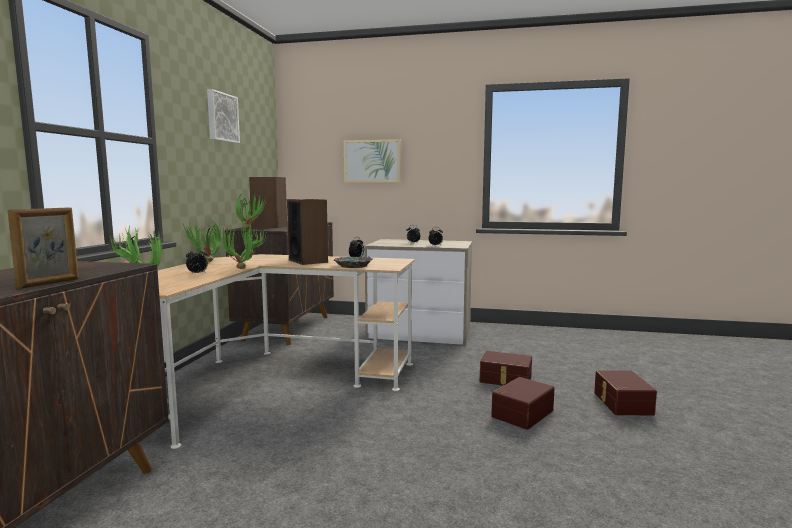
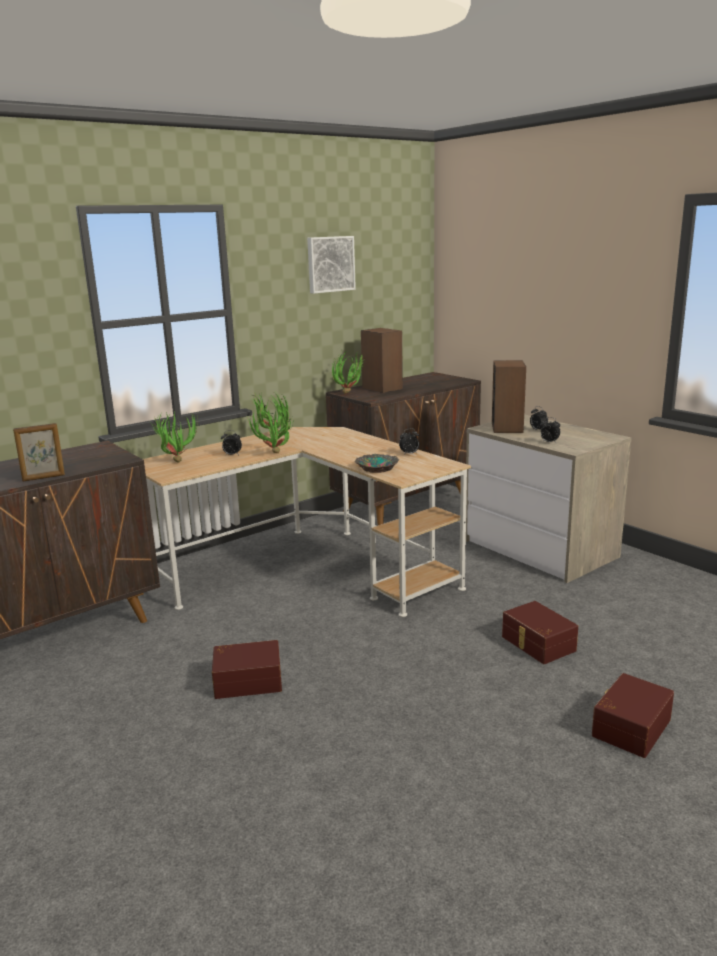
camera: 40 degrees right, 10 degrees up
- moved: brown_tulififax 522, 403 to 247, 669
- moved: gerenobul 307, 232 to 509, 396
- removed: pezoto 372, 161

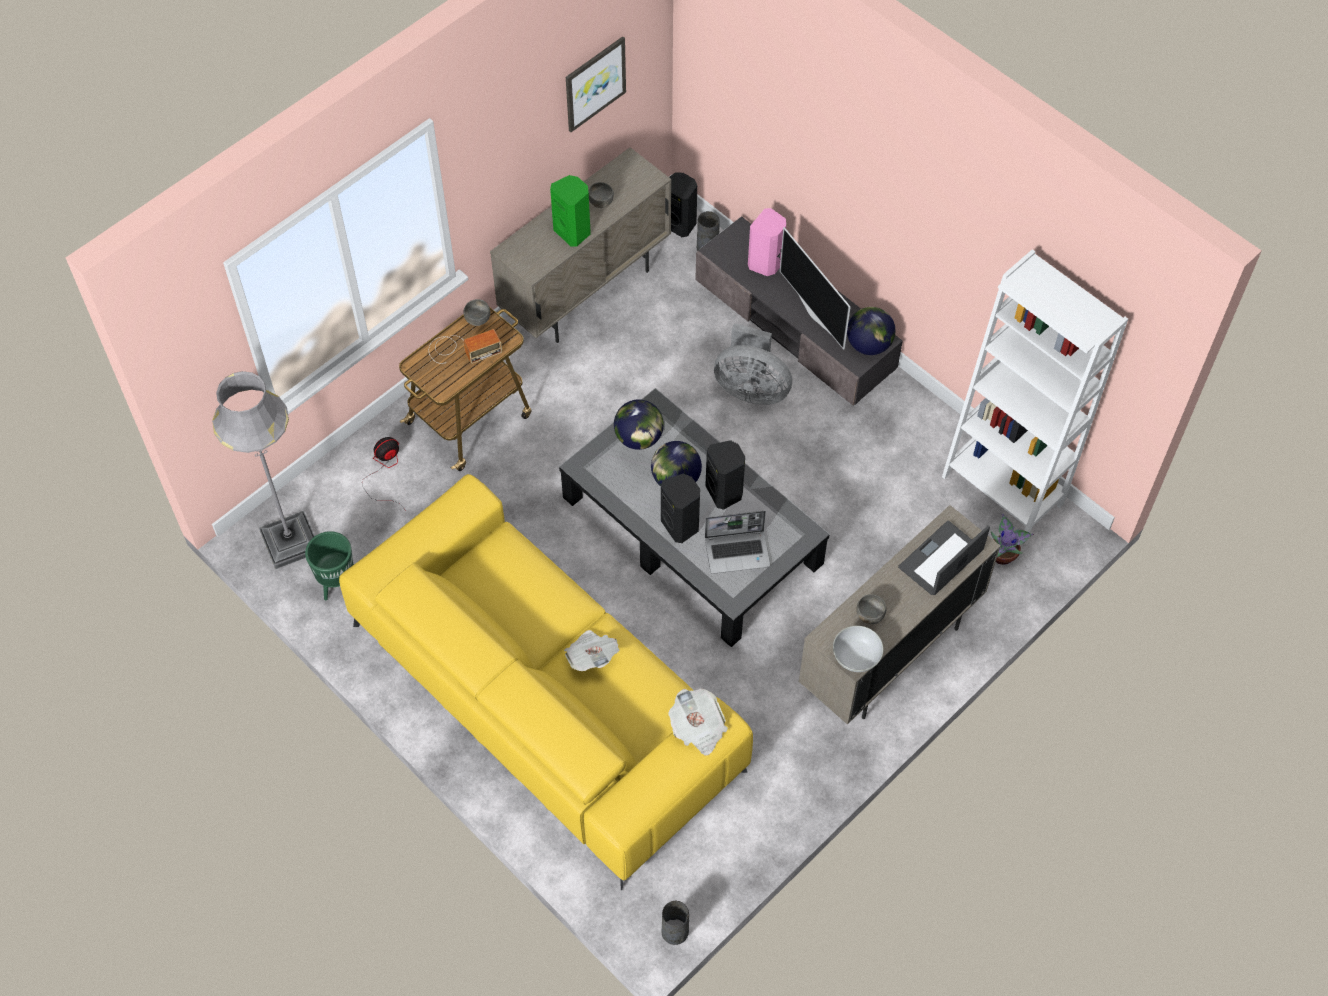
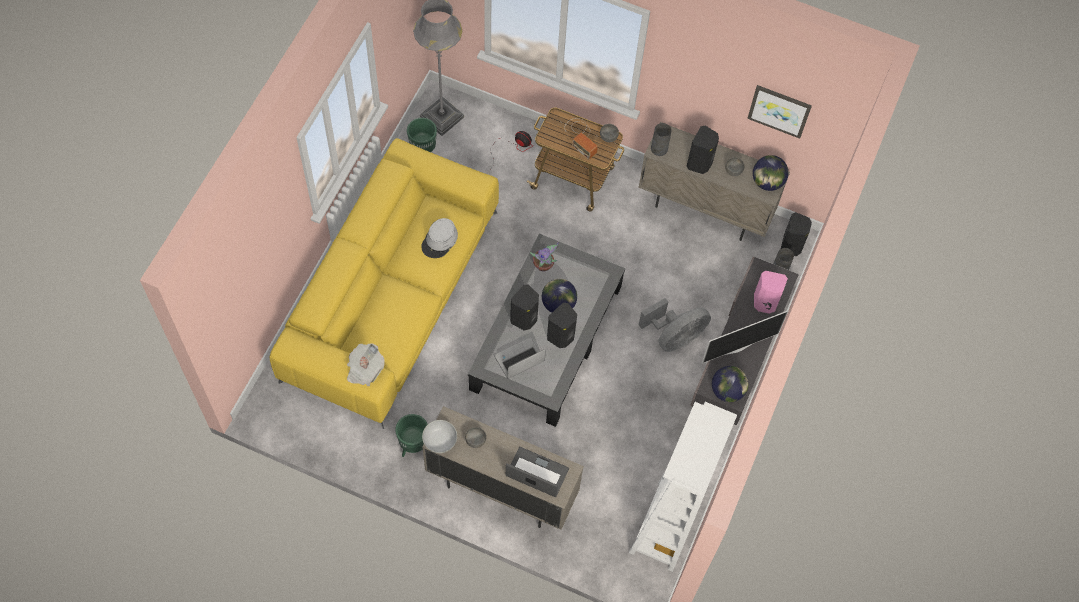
camera: 65 degrees right, 5 degrees up
- added: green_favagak 411, 435
- added: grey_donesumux 439, 238
- turned: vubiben 737, 542 = 520, 358 90 degrees clockwise
- moved: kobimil 1012, 539 to 544, 256
- turned: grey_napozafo 753, 364 = 675, 325 120 degrees counterclockwise
- moved: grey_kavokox 675, 923 to 661, 139
- recoloured: green_gerenobul 570, 210 to black_gerenobul 703, 150
- turned: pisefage 815, 288 = 745, 337 150 degrees counterclockwise
- moved: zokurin 639, 424 to 771, 173
- removed: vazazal 591, 650

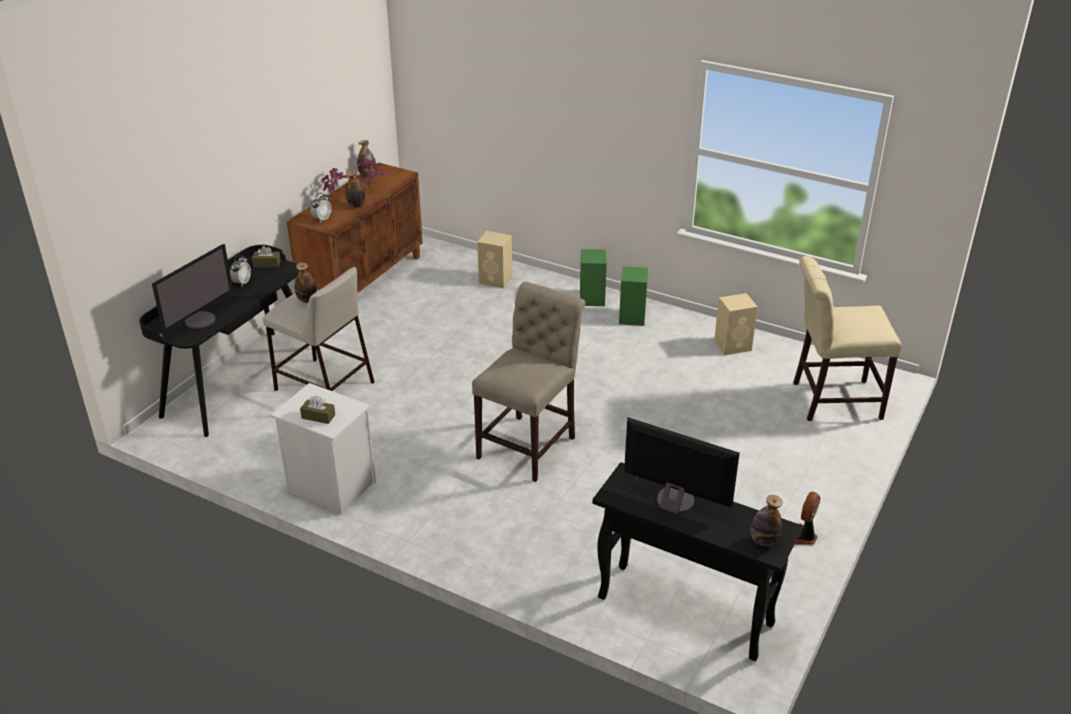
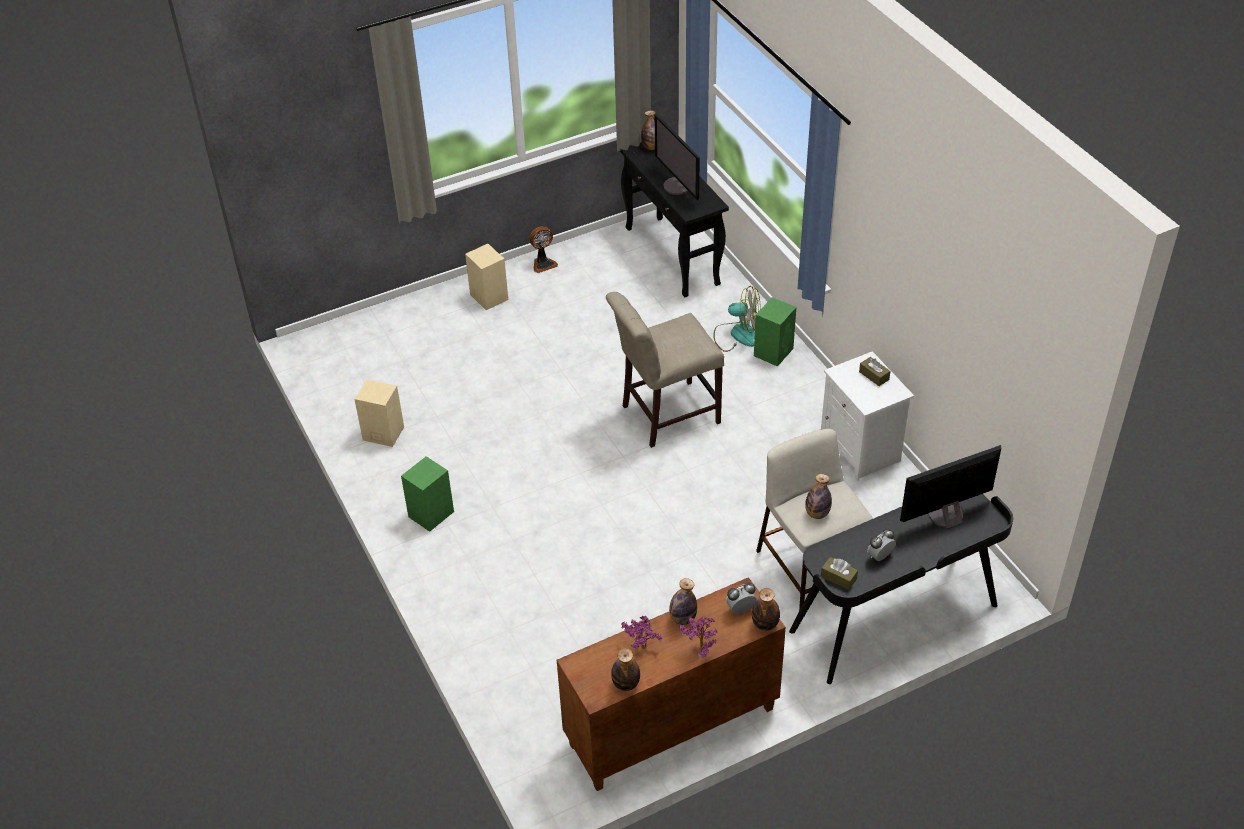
camera: 145 degrees left, 10 degrees up
- moved: beige_gerenobul 494, 260 to 486, 277
- added: napozafo 737, 319
- added: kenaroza 766, 609
- moved: green_gerenobul 593, 277 to 775, 332
- removed: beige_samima 847, 338

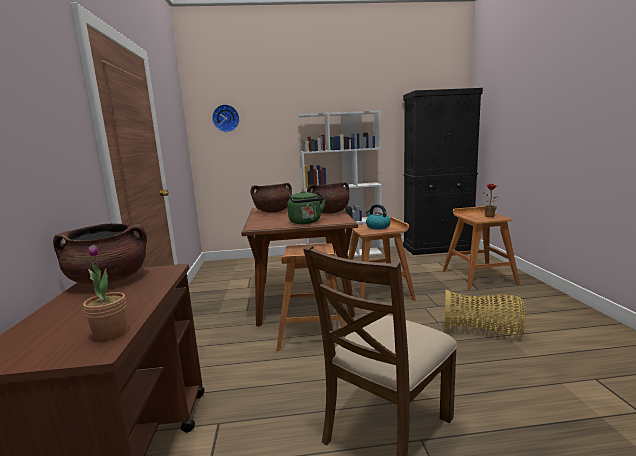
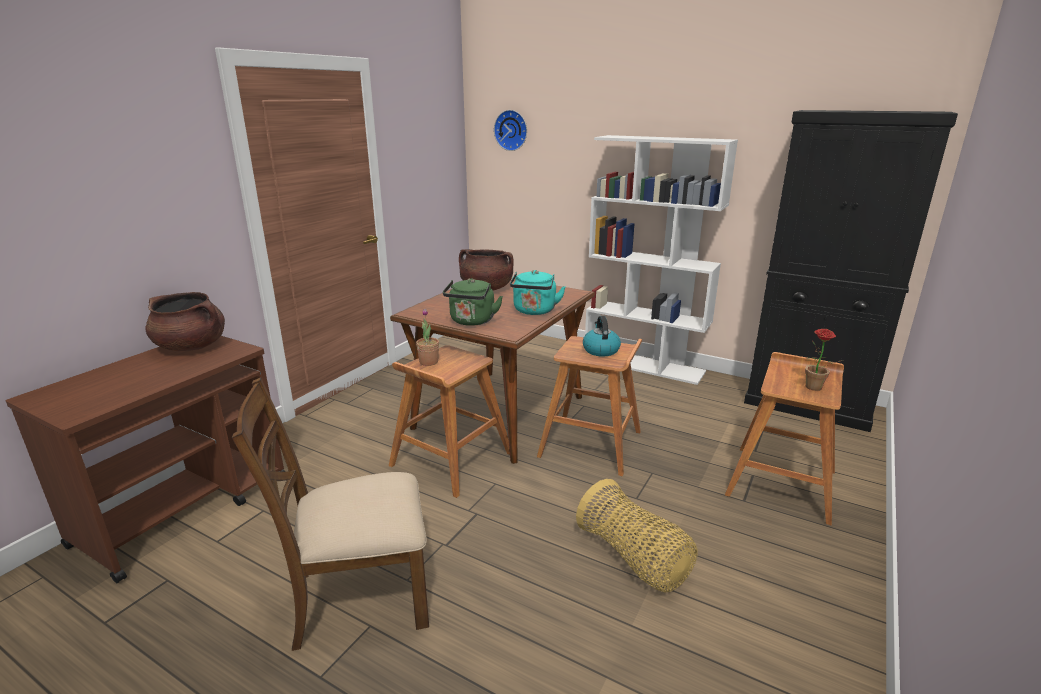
camera: 35 degrees right, 10 degrees up
- moved: kobimil 105, 293 to 427, 337
- replaced: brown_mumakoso 328, 198 to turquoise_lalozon 537, 292

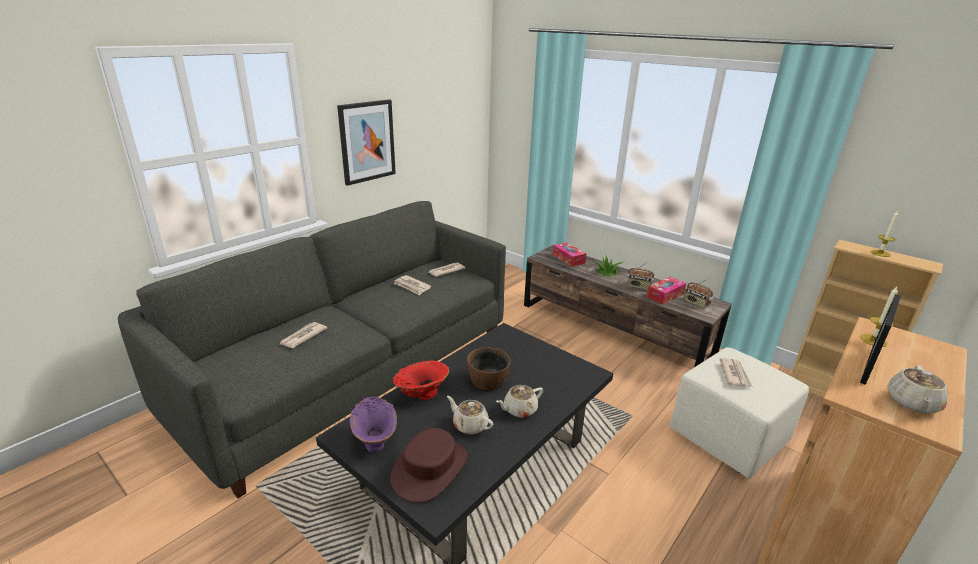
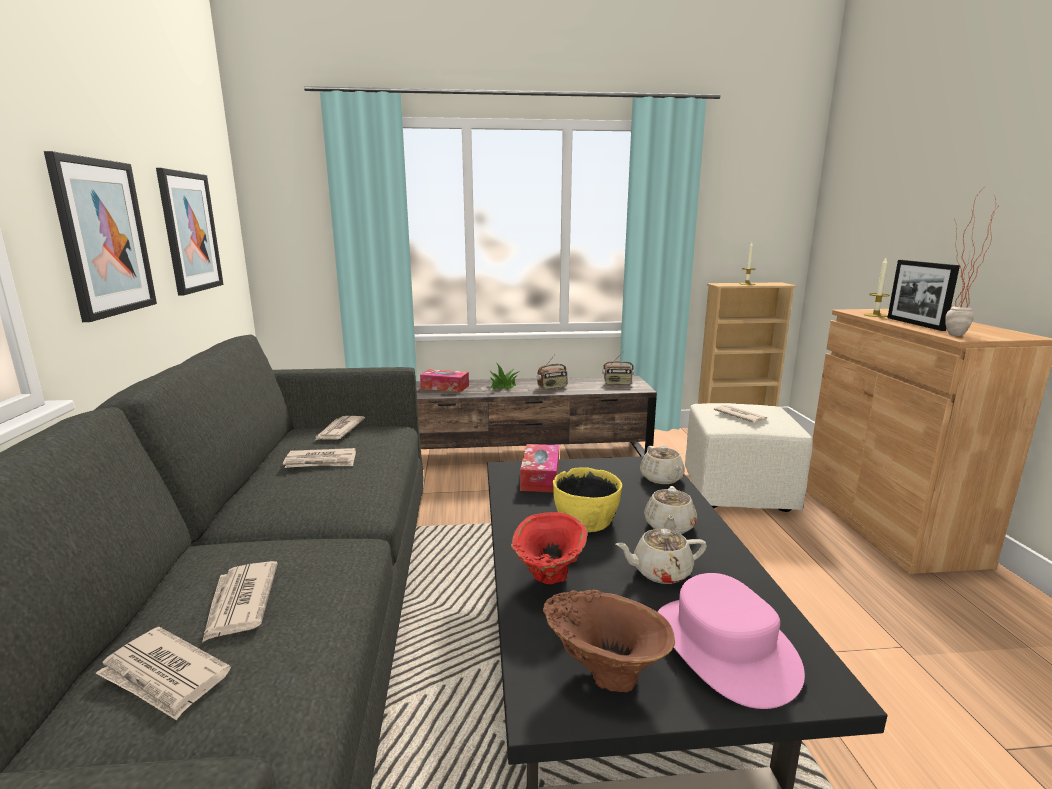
camera: 45 degrees left, 10 degrees down
- added: vazazal 163, 673
- added: pezoto 190, 232
- moved: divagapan 666, 290 to 539, 468
- recoloured: purple_kavokox 373, 425 to brown_kavokox 609, 640
- recoloured: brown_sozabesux 489, 368 to yellow_sozabesux 587, 499
- moved: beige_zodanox 917, 389 to 662, 465
- recoloured: brown_donesumux 429, 465 to pink_donesumux 731, 641
- added: kobimil 971, 264

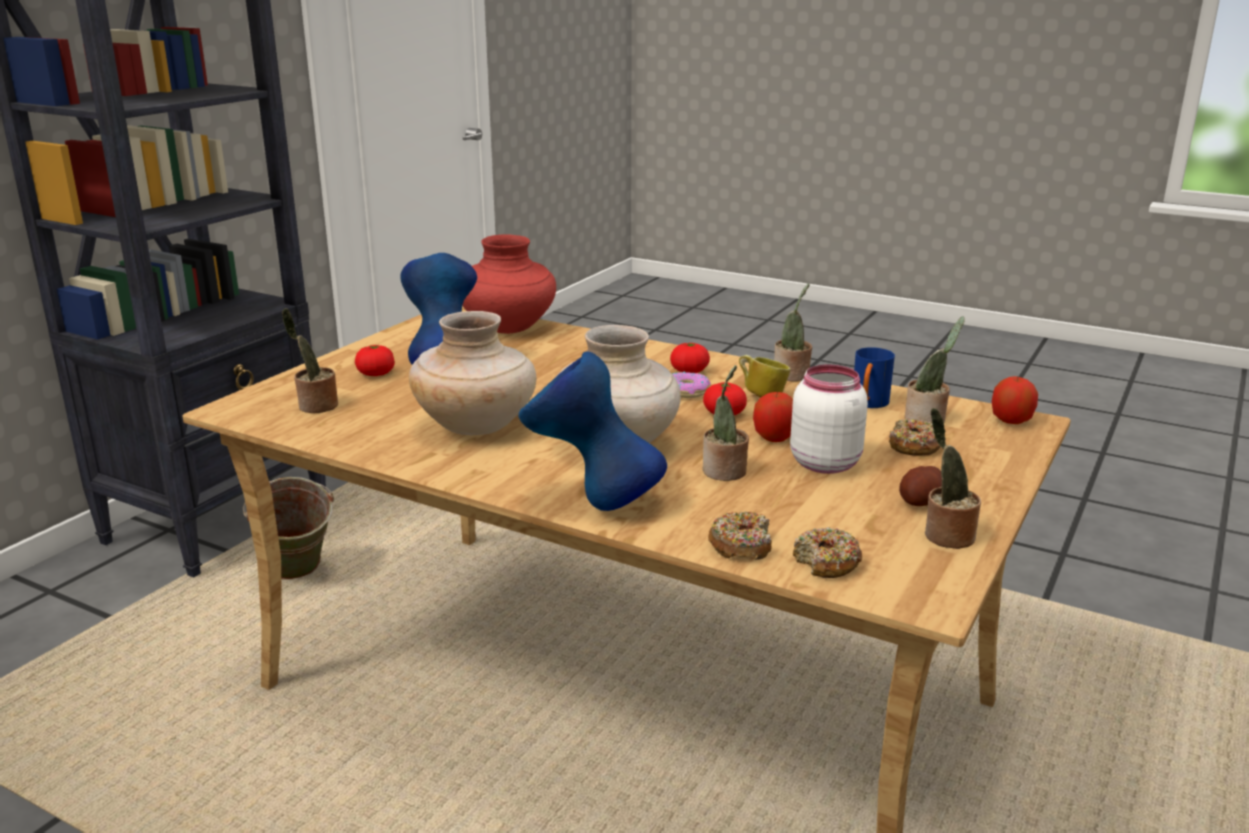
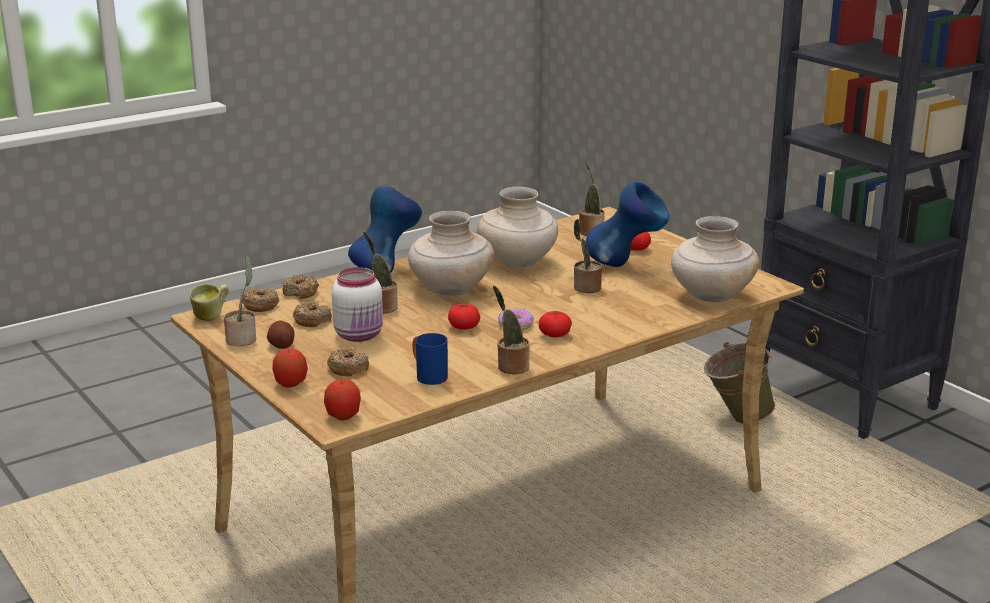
camera: 115 degrees right, 0 degrees up
- moved: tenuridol 765, 376 to 209, 302
- moved: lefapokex 773, 416 to 290, 368
- added: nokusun 312, 313
- moved: kobimil 935, 369 to 587, 256
- recoloured: red_kavokox 509, 284 to beige_kavokox 715, 259

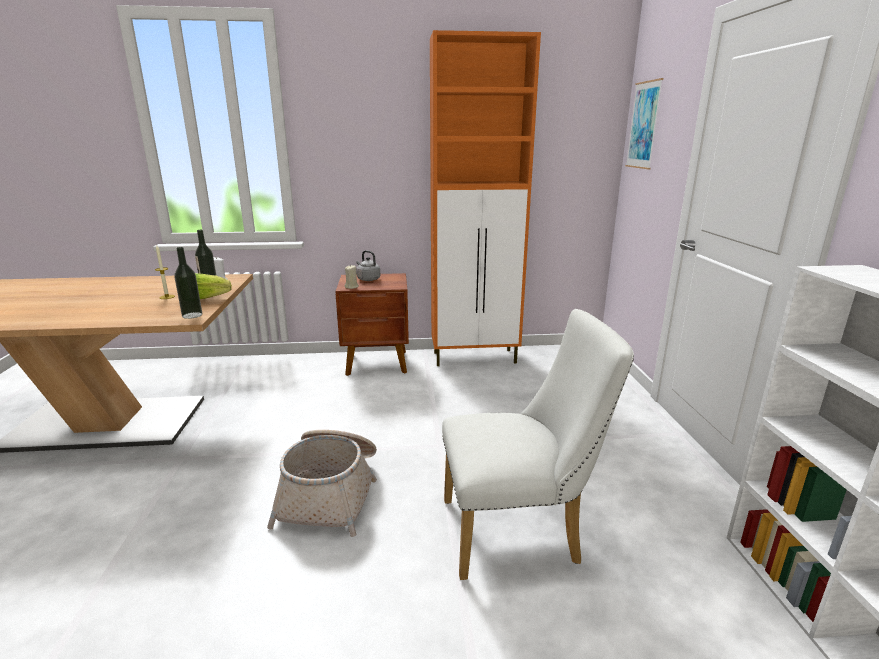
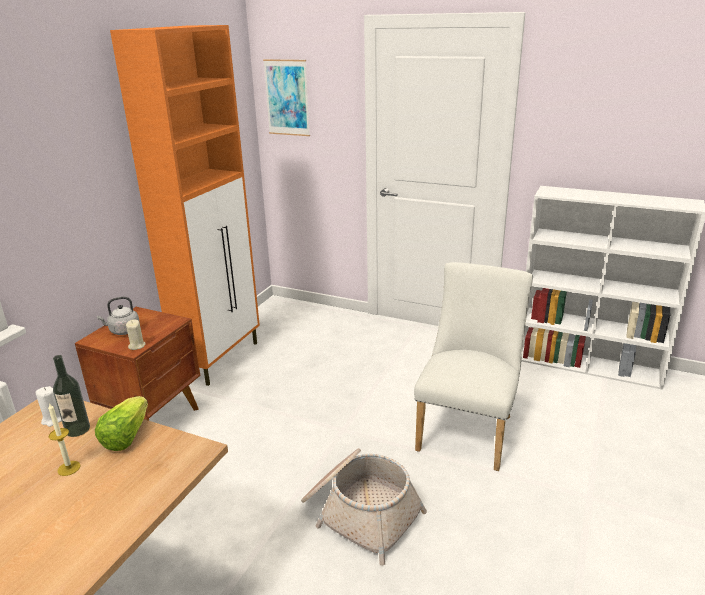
camera: 60 degrees left, 5 degrees up
- removed: kenaroza 188, 283

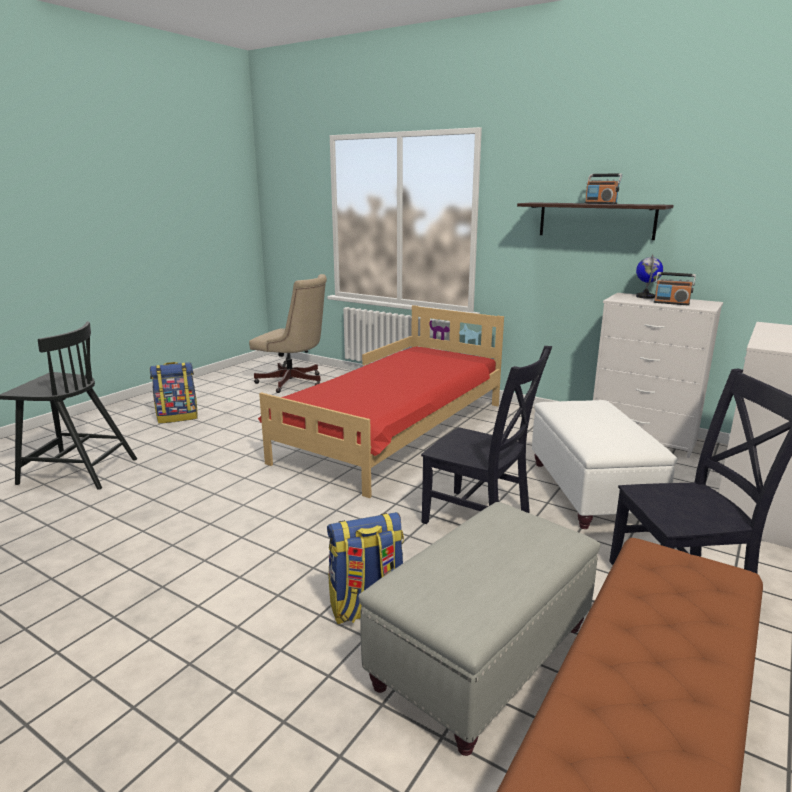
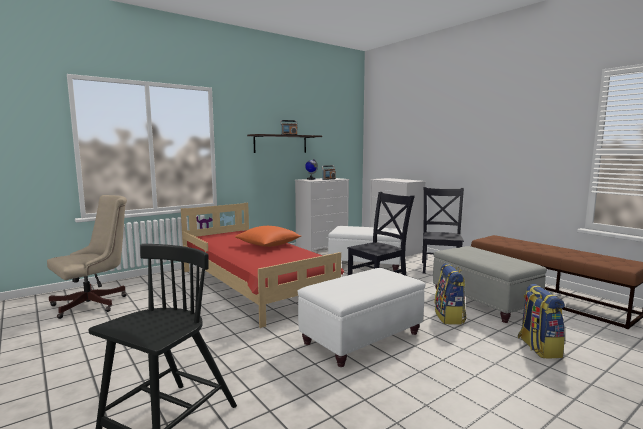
camera: 70 degrees left, 10 degrees down
- added: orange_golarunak 268, 236
- added: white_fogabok 361, 317
- moved: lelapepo 174, 392 to 541, 321

